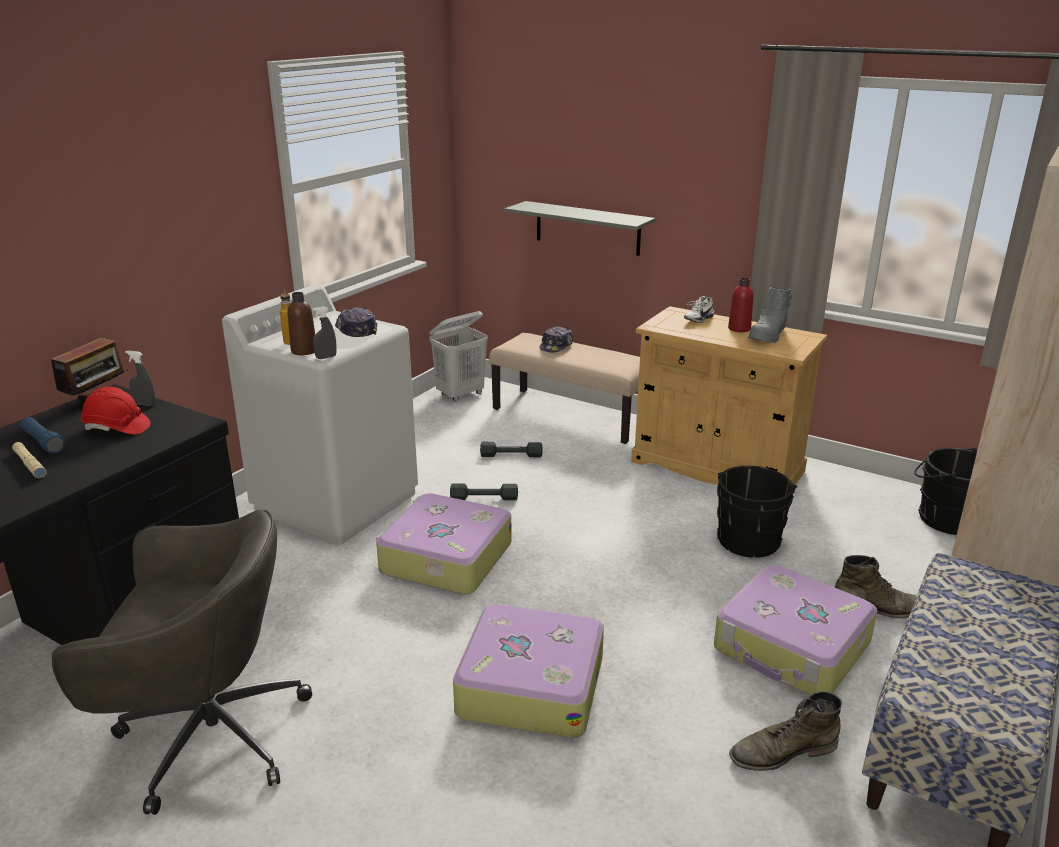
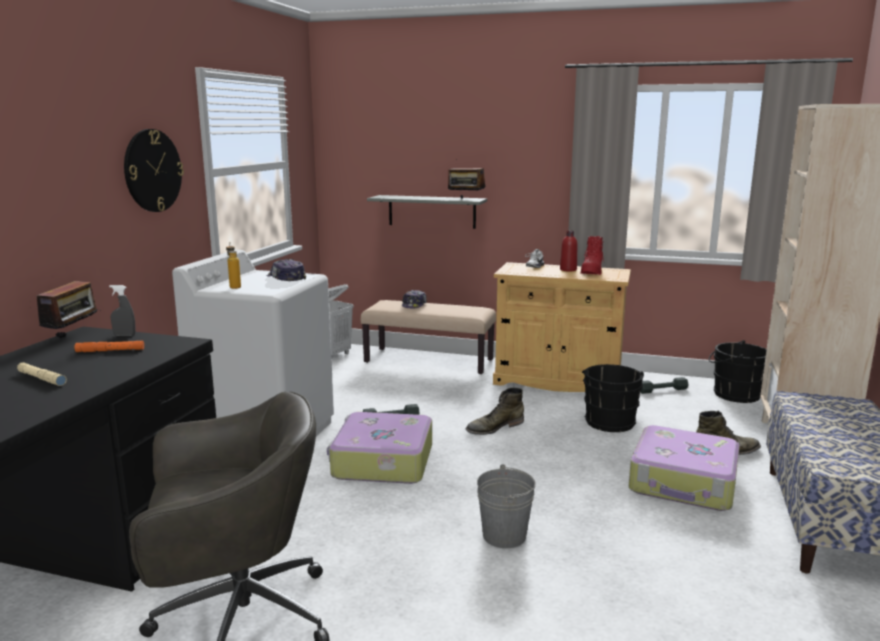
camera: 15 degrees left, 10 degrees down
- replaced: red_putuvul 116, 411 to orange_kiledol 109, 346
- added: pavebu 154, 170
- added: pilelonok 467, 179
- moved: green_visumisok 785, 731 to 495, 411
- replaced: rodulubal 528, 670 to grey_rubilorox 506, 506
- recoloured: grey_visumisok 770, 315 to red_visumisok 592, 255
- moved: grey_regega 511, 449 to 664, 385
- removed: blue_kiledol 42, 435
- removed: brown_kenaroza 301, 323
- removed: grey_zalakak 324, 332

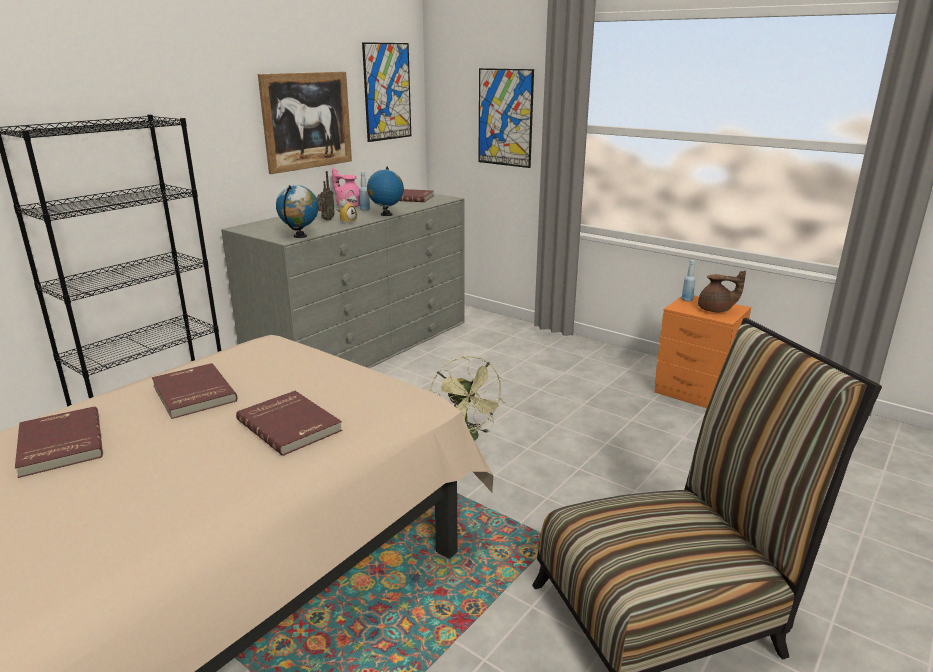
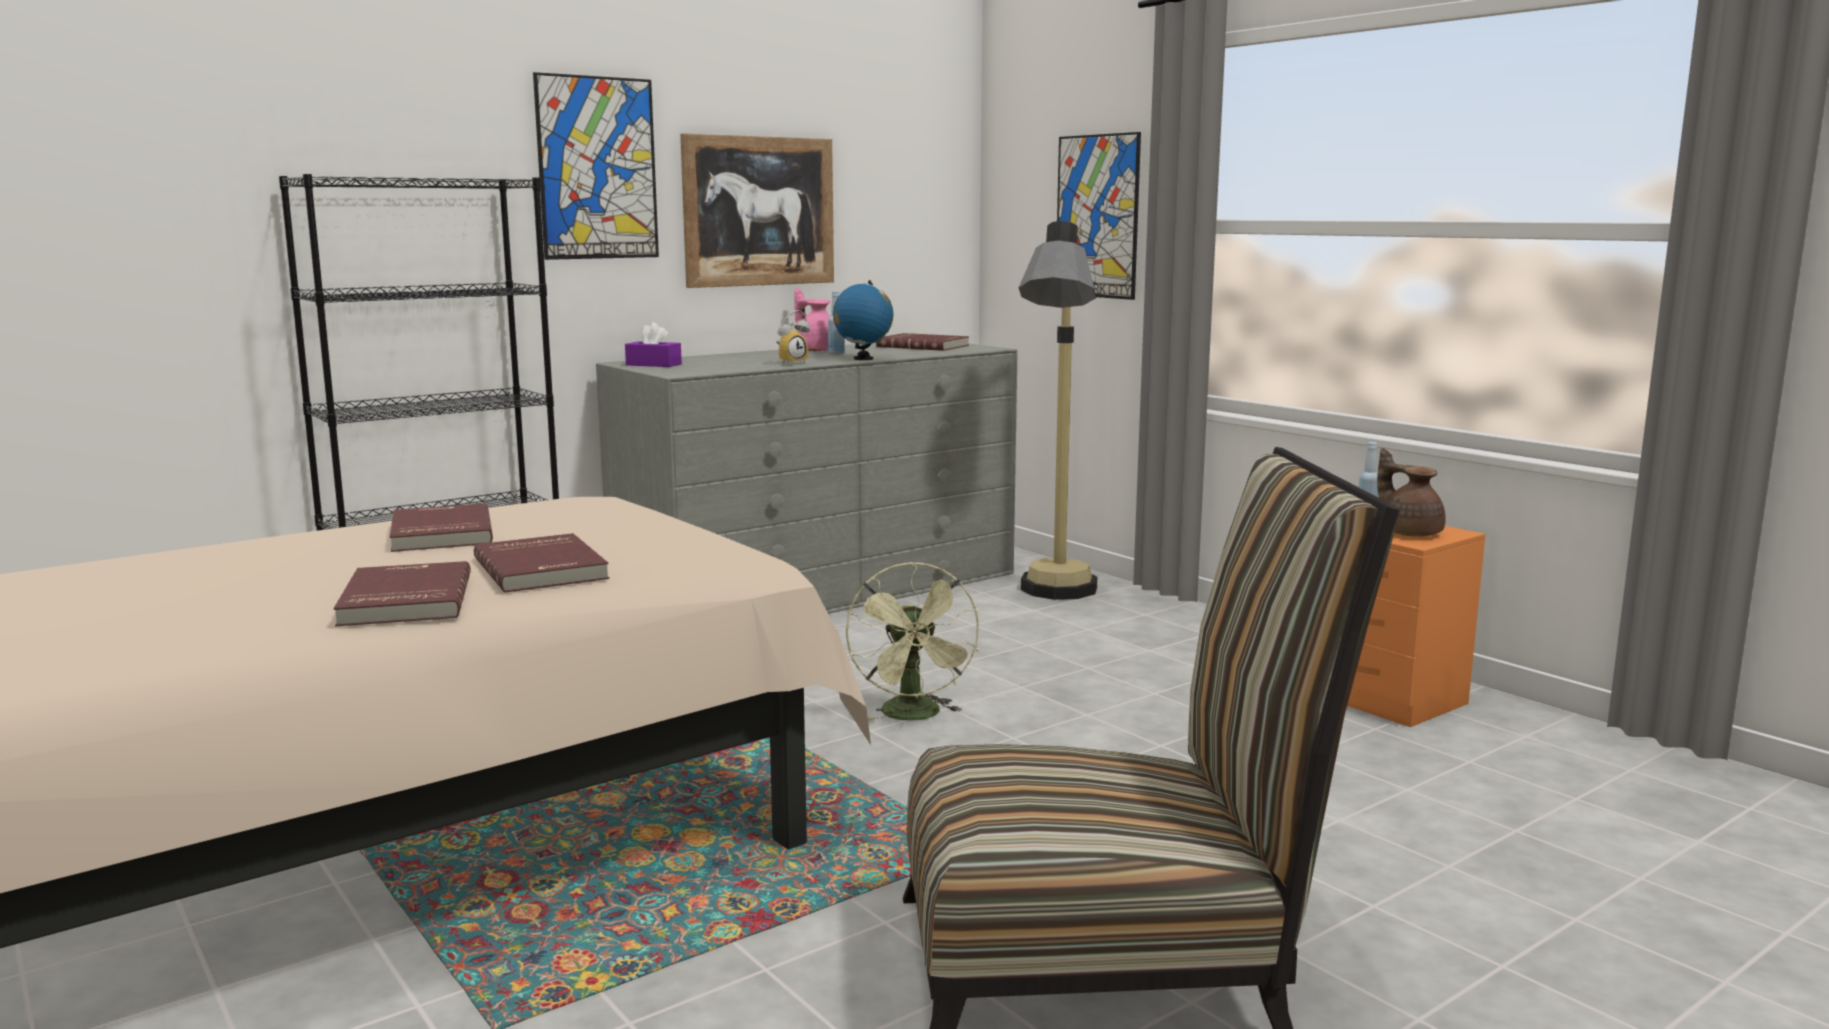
camera: 15 degrees right, 10 degrees down
- moved: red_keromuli 59, 442 to 402, 593
- moved: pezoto 386, 92 to 596, 166
- added: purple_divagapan 653, 344
- added: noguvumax 1058, 410
- turned: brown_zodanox 722, 291 = 1411, 492 150 degrees counterclockwise
- removed: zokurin 297, 211
- removed: pilelonok 325, 196

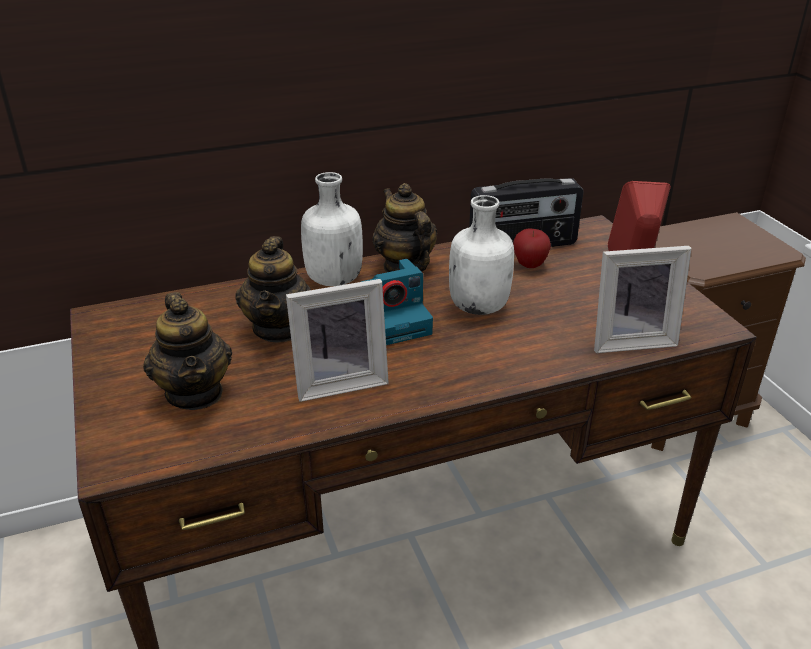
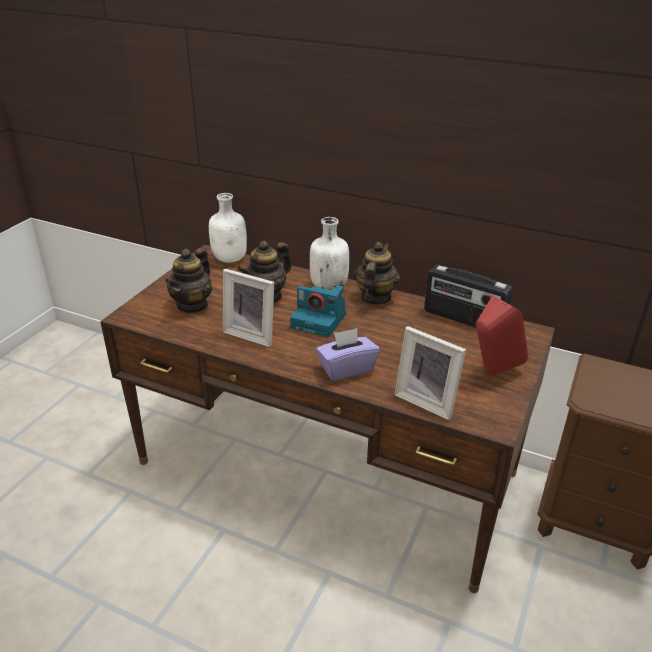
camera: 45 degrees right, 0 degrees up
- moved: white_kenaroza 481, 255 to 228, 228
- added: purple_divagapan 348, 354
- removed: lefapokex 532, 248

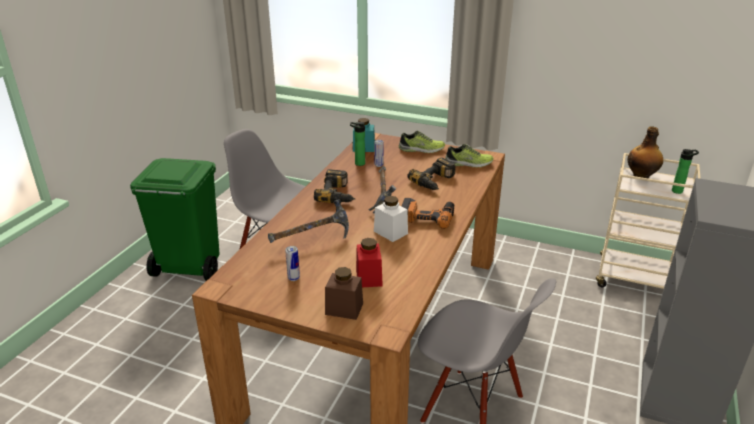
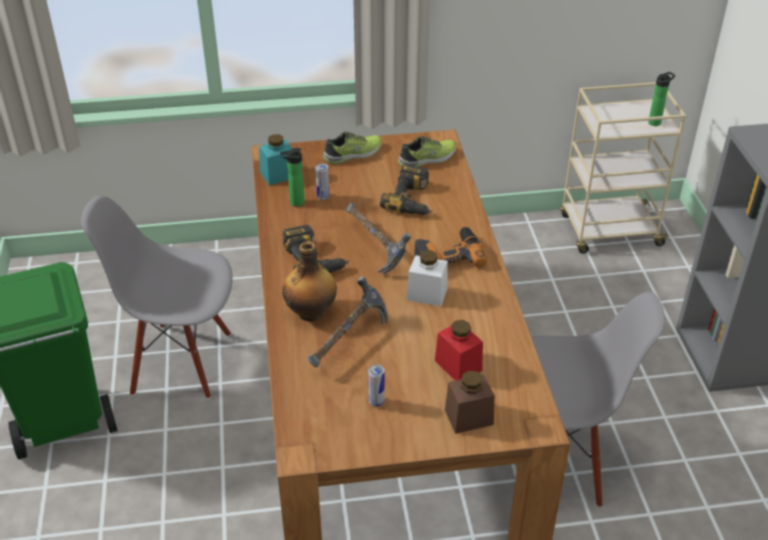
camera: 30 degrees left, 10 degrees up
- moved: kenaroza 645, 152 to 309, 281

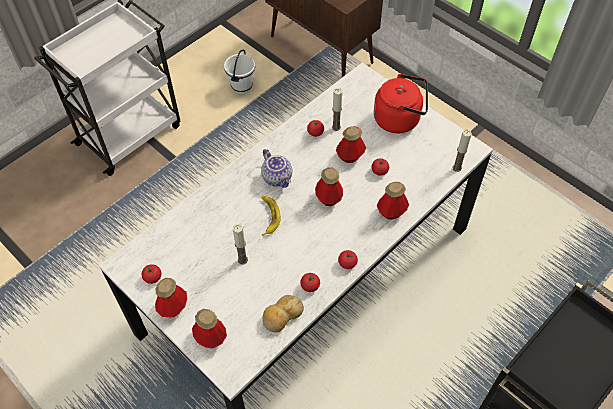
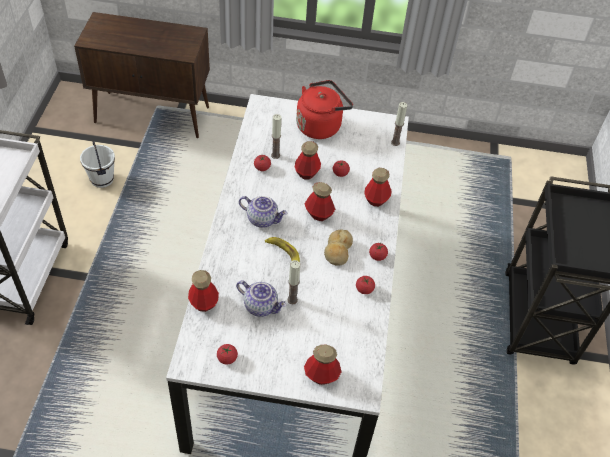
camera: 40 degrees left, 5 degrees down
- moved: kenaroza 171, 298 to 203, 291
- added: zodanox 261, 299
- moved: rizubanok 283, 314 to 338, 247

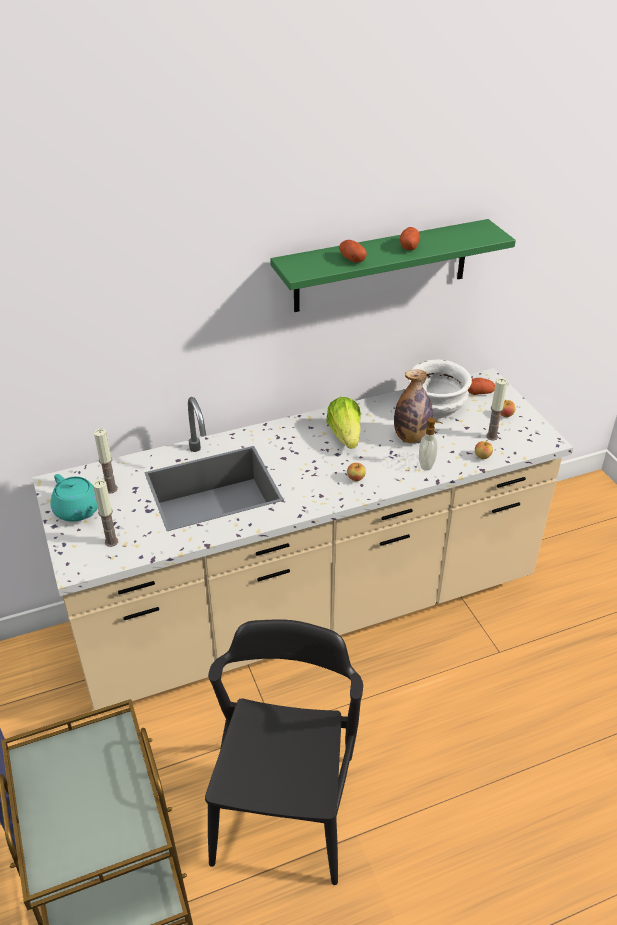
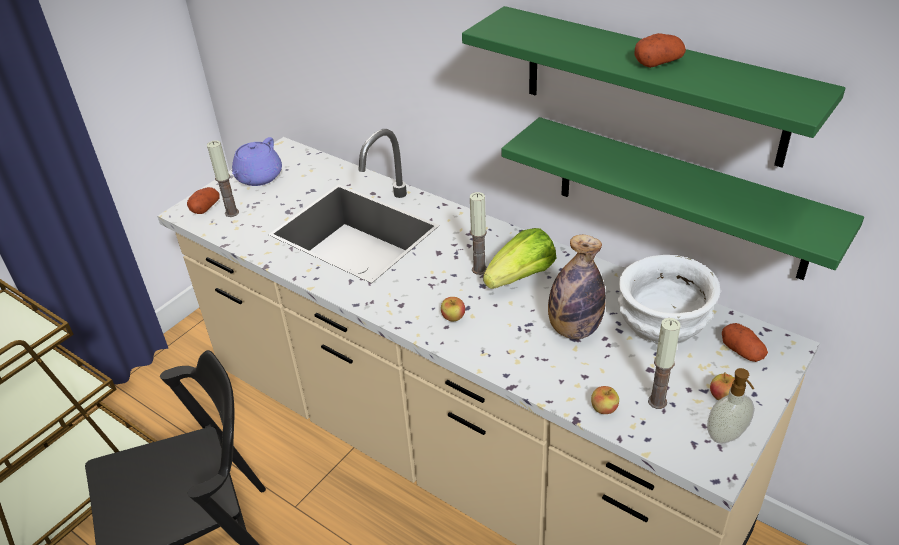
camera: 60 degrees right, 0 degrees up
- moved: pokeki 353, 251 to 203, 200
- recoloured: turquoise_zodanox 74, 498 to purple_zodanox 257, 161
- moved: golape 106, 461 to 478, 233
- added: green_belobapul 682, 198
- moved: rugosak 431, 444 to 731, 406

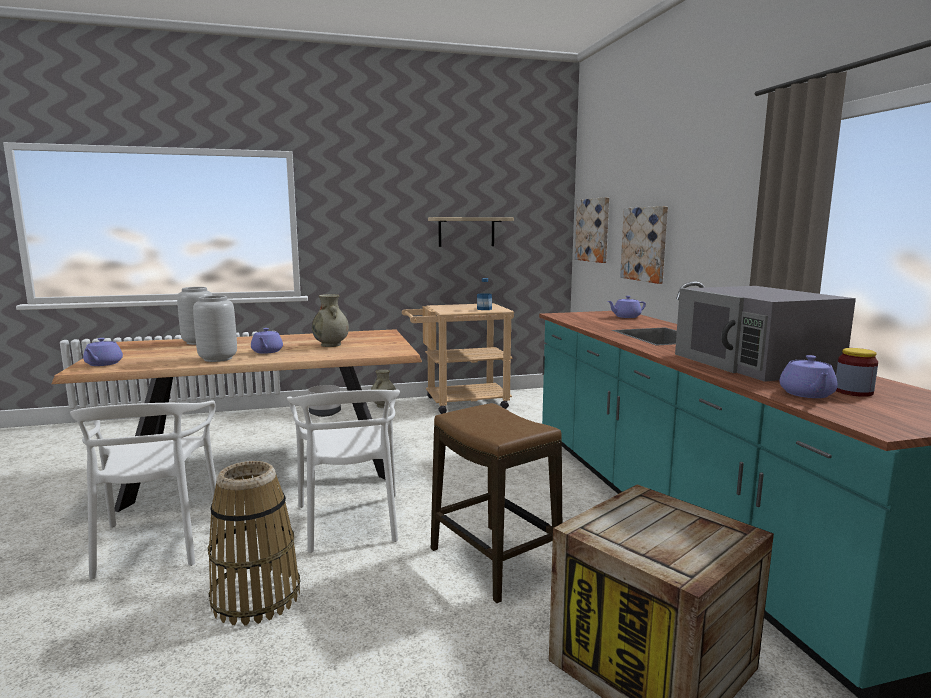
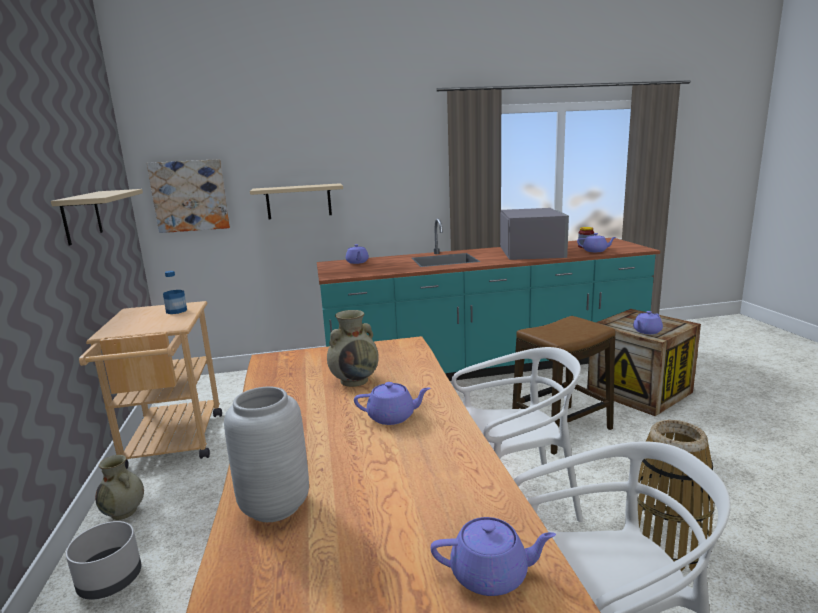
camera: 85 degrees left, 5 degrees up
- replaced: pezoto 644, 245 to beige_belobapul 296, 201
- turned: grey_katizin 765, 334 = 534, 234 75 degrees counterclockwise
- added: purple_zodanox 648, 322
- removed: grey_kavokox 215, 328

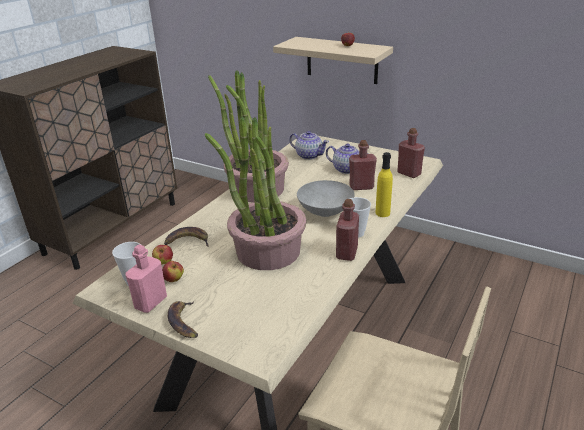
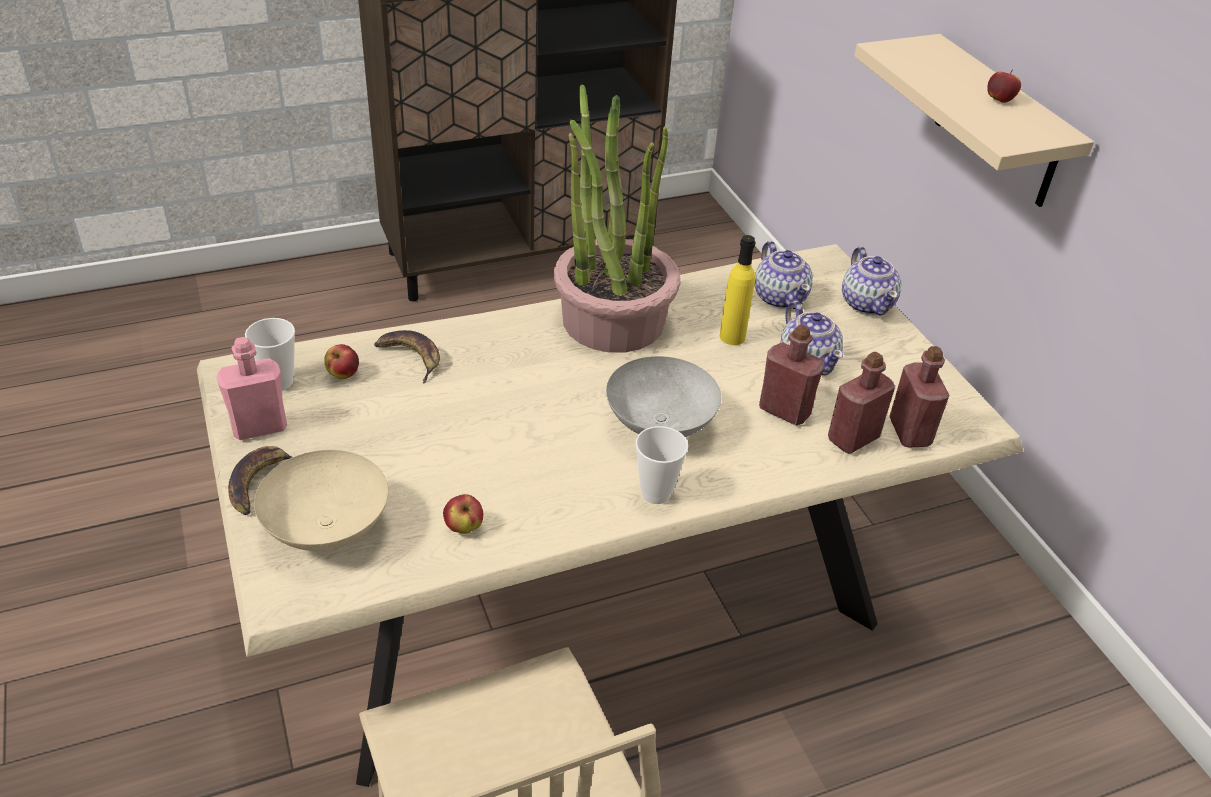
camera: 35 degrees right, 10 degrees up
- added: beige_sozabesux 321, 500
- moved: lefapokex 173, 271 to 463, 514
- moved: yellow_kenaroza 384, 184 to 737, 290
- moved: red_kenaroza 347, 230 to 861, 402
- added: zodanox 871, 281
- removed: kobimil 255, 193

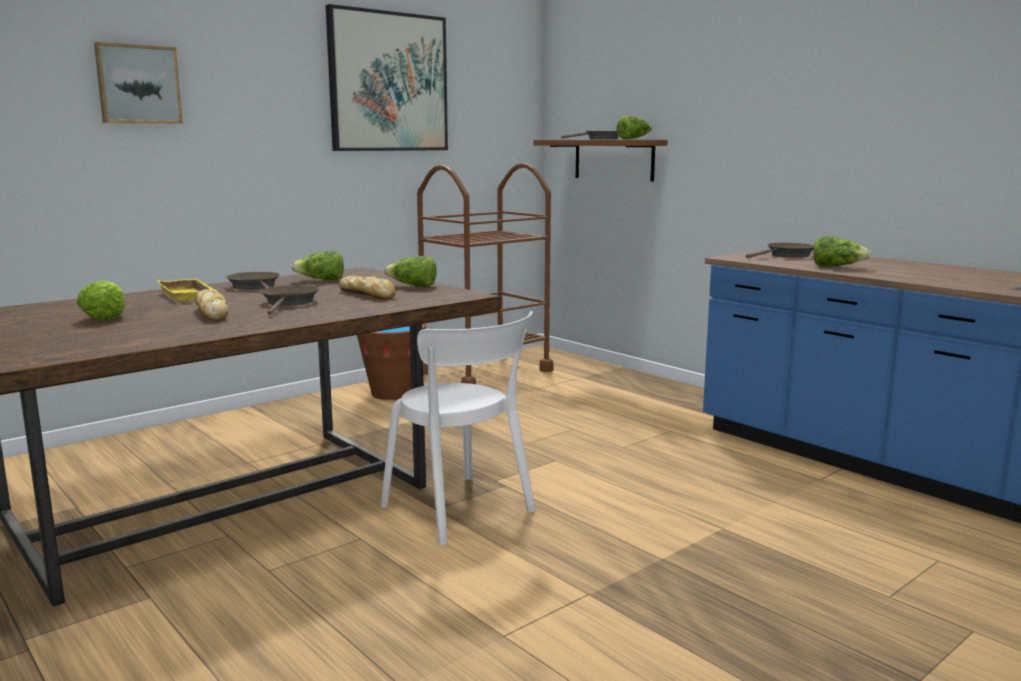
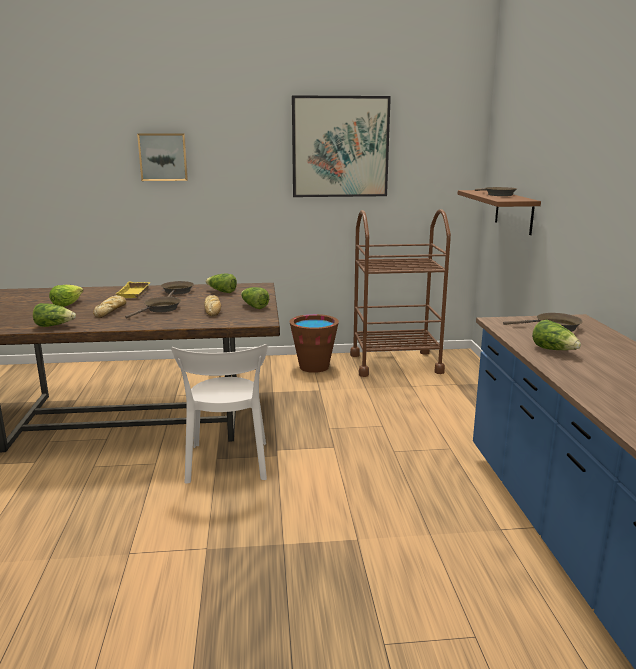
camera: 35 degrees right, 5 degrees up
- moved: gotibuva 634, 127 to 54, 315

